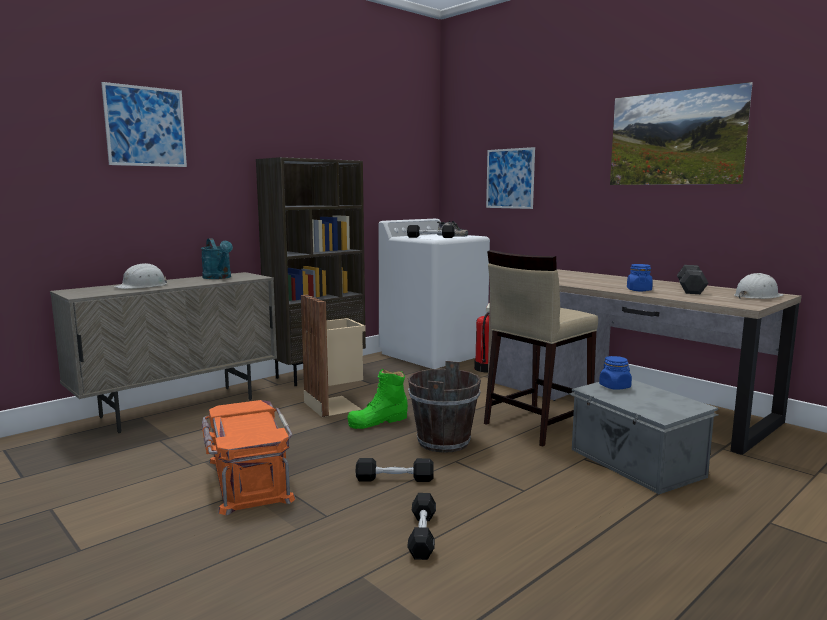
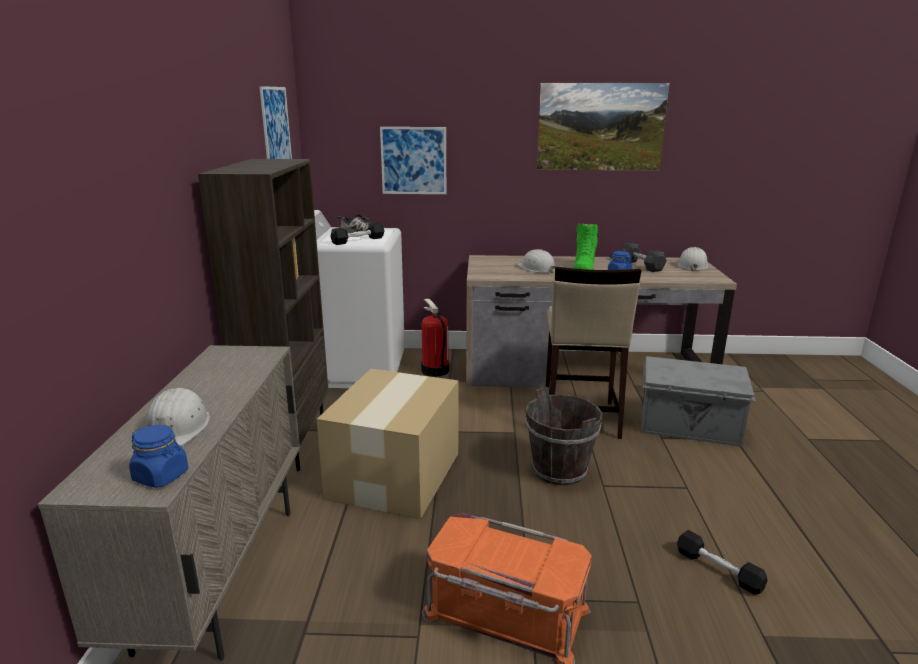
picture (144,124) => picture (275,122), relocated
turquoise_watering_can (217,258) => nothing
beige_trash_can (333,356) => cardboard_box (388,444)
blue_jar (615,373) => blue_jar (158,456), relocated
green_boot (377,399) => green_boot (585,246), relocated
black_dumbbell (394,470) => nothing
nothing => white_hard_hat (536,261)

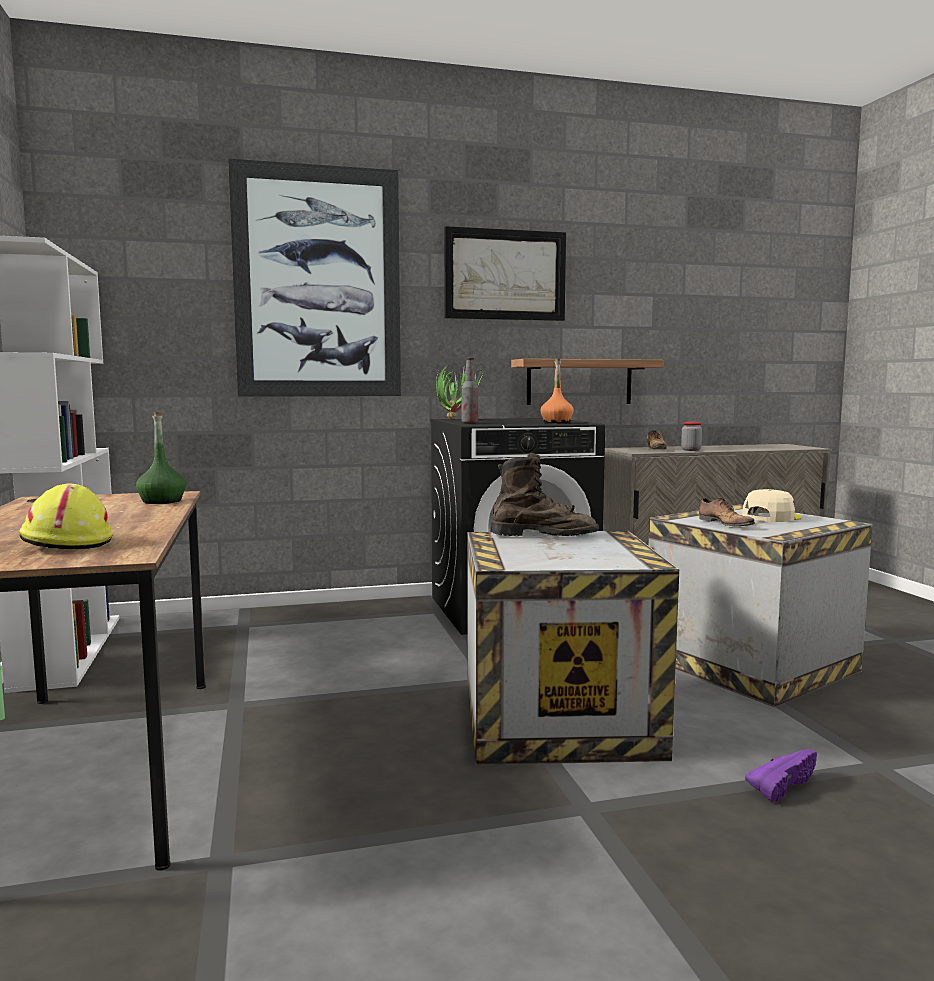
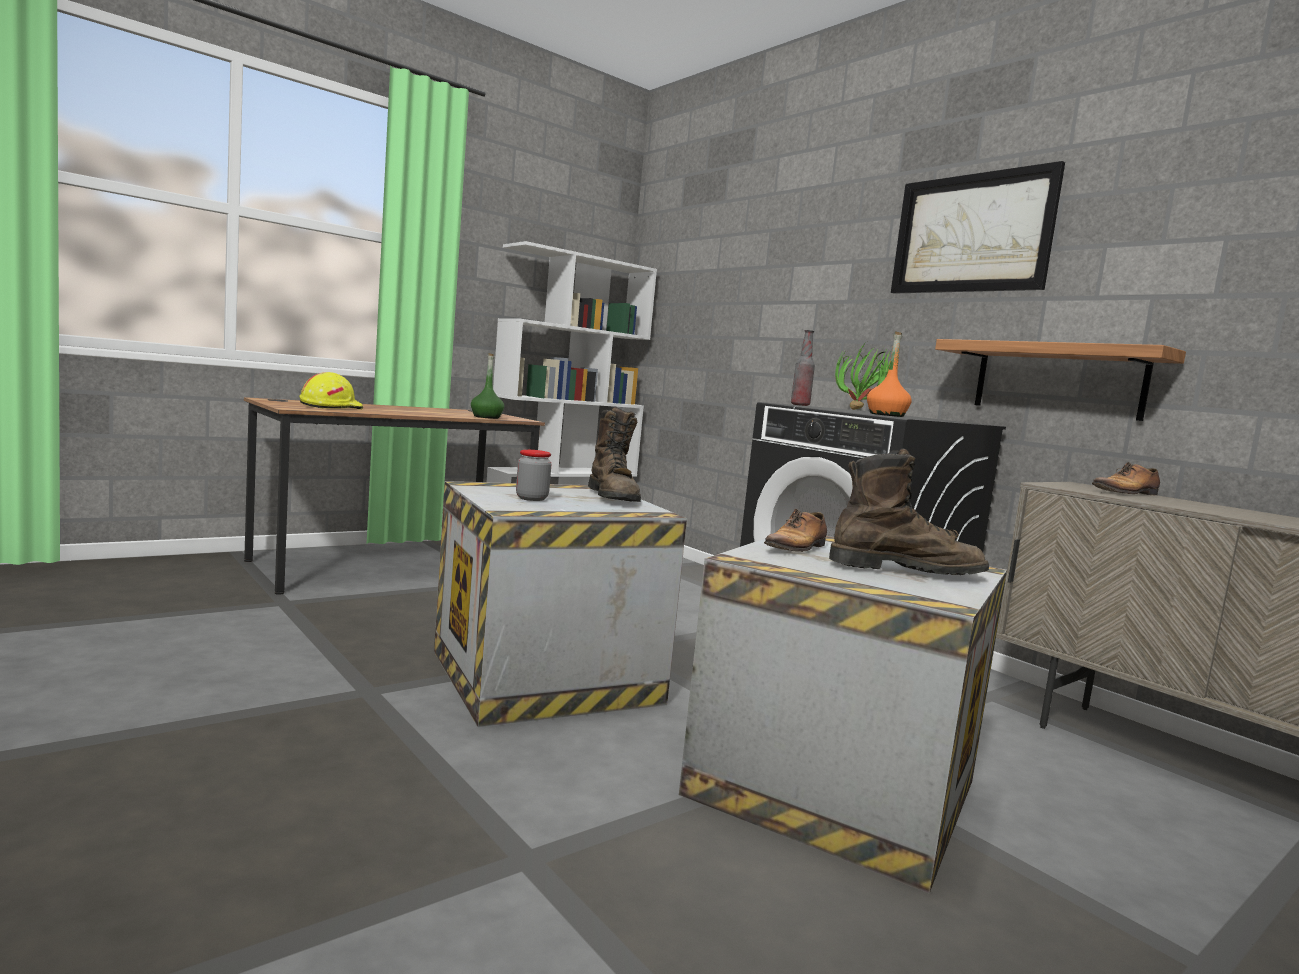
picture (314,278) => nothing
jar (691,436) => jar (534,475), relocated
beige_cap (772,505) => brown_boot (909,511)
purple_shoe (781,775) => nothing

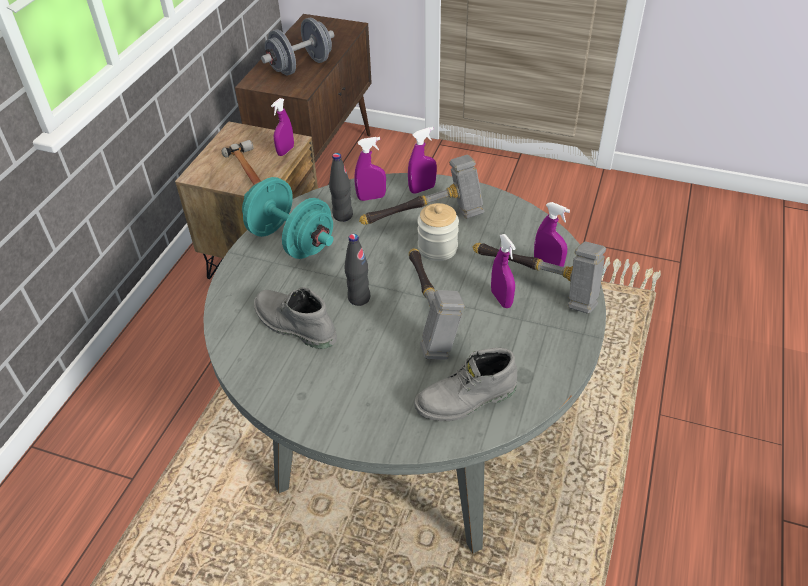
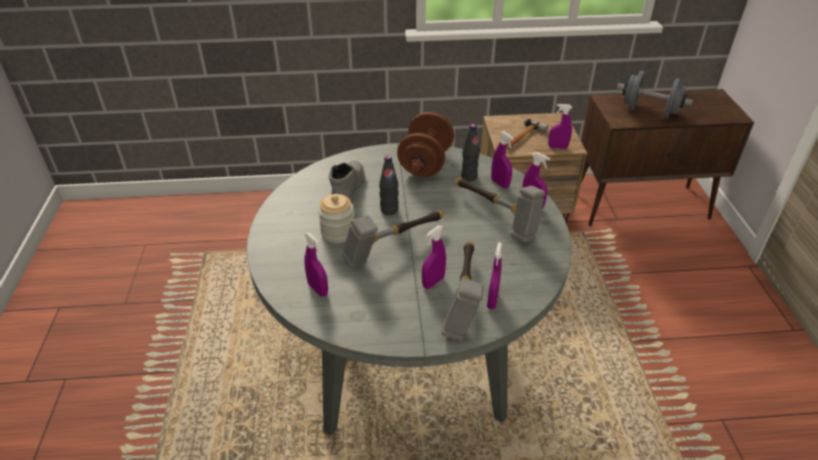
turquoise_dumbbell (287,218) => brown_dumbbell (425,144)
jar (438,232) => jar (336,218), relocated
grey_boot (465,384) => purple_spray_bottle (316,265)

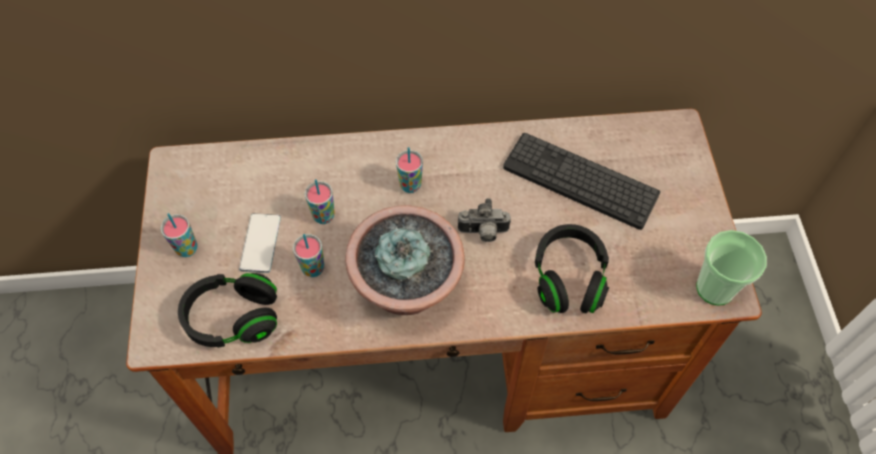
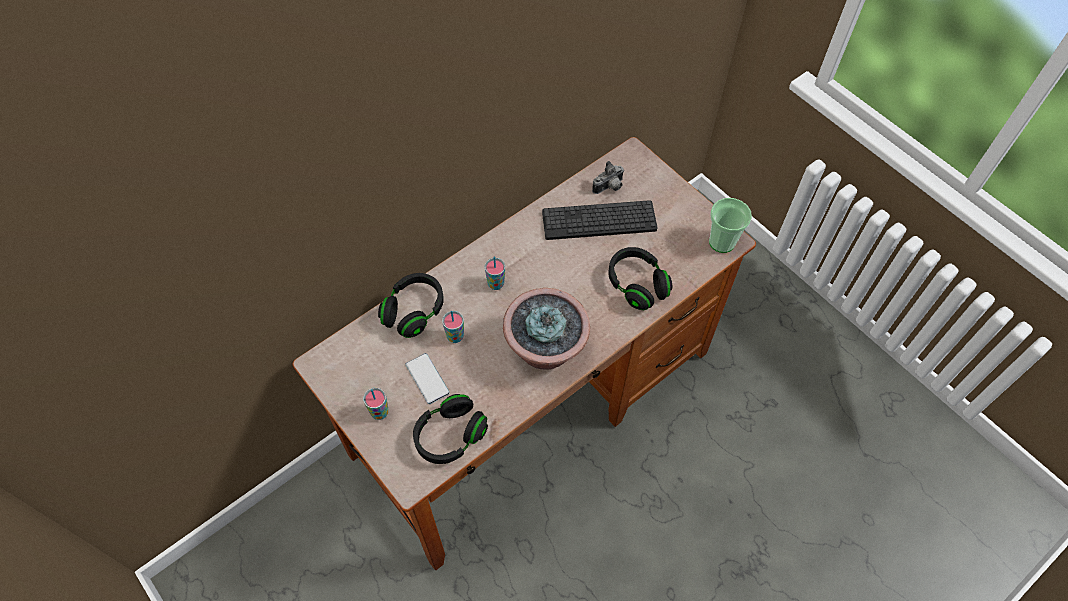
photo_camera (484,220) => photo_camera (608,177), relocated
cup (309,255) => nothing
nothing => black_headphones (411,305)

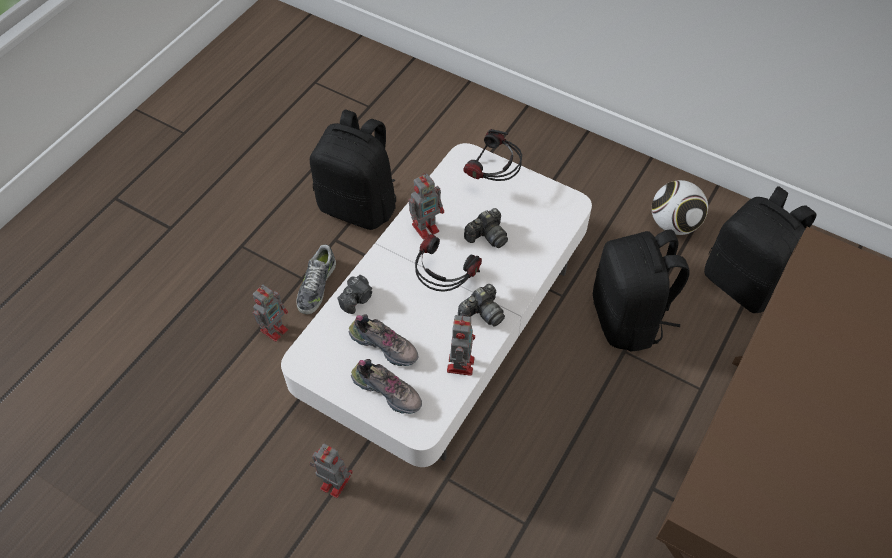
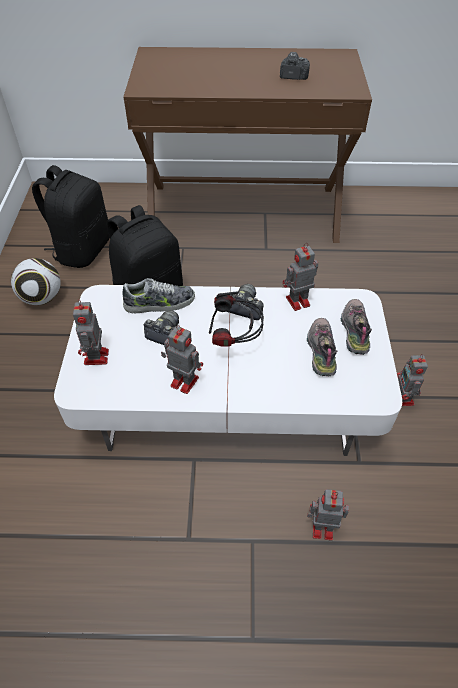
black_backpack (353,169) => nothing
headphones (493,155) => toy_robot (91,332)
shoe (316,279) => shoe (158,296), relocated
photo_camera (354,294) => photo_camera (295,66), relocated

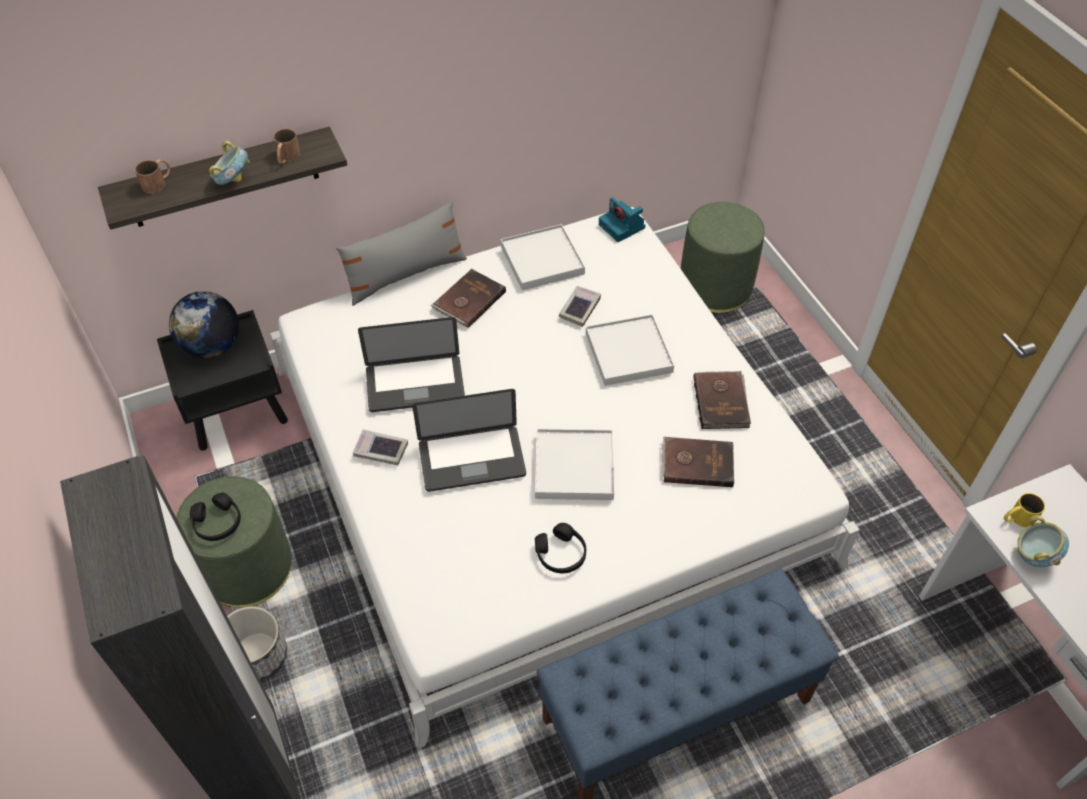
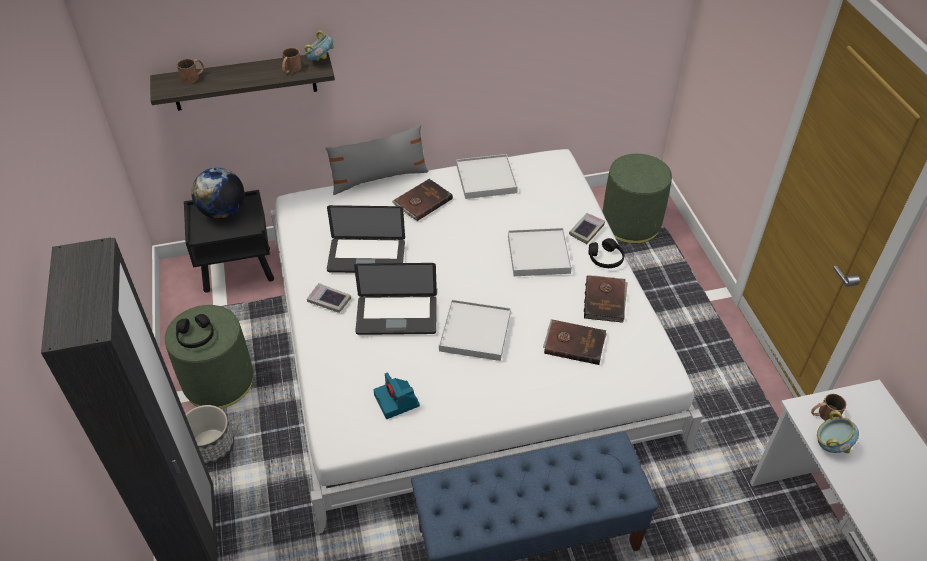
bowl (229,163) => bowl (319,45), relocated
photo_camera (622,219) => photo_camera (396,395), relocated
book (580,306) => book (587,228), relocated
yellow_mug (1024,510) => brown_mug (829,407)
black_headphones (560,548) => black_headphones (607,253), relocated

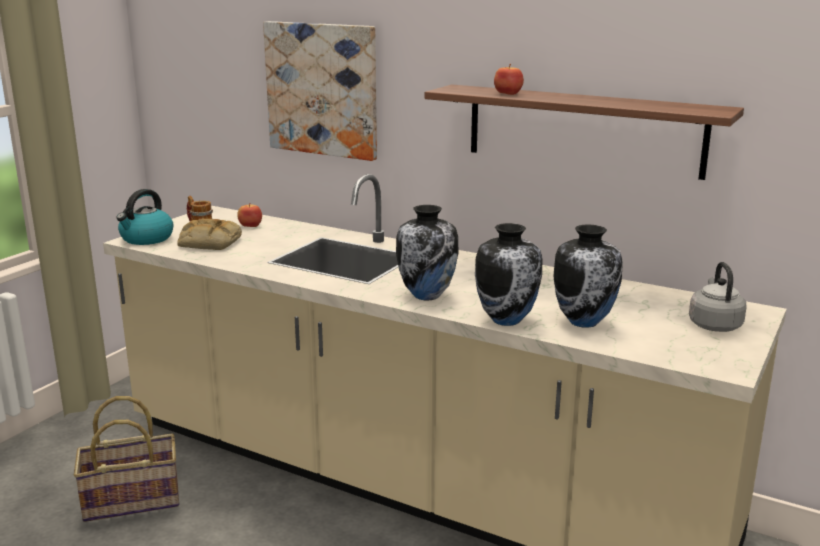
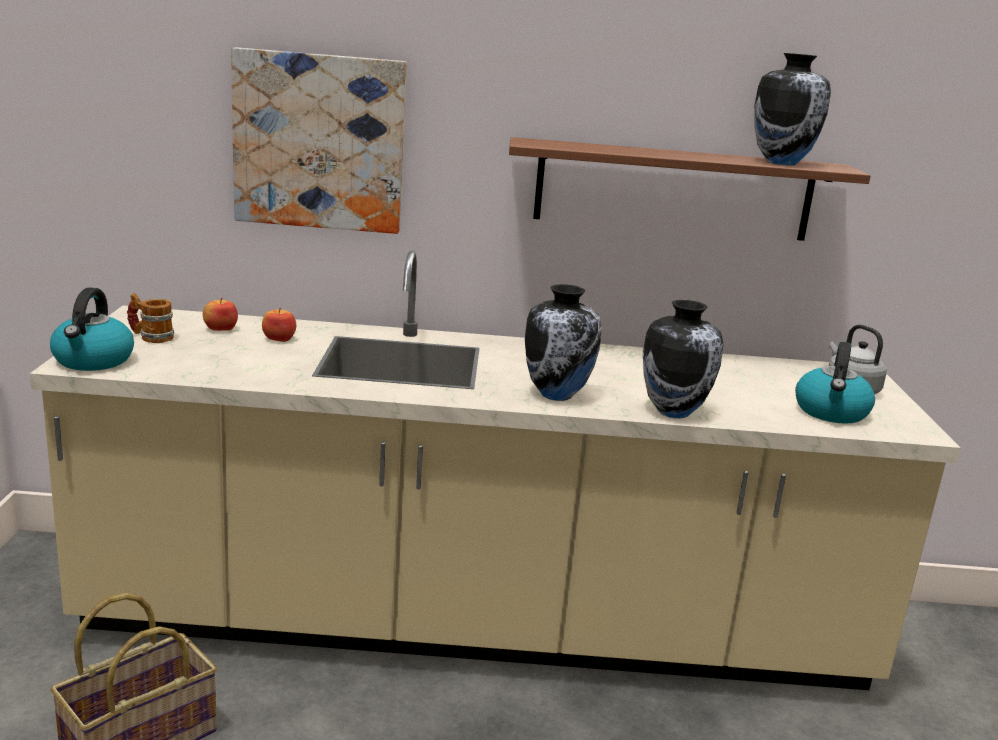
apple (509,79) => apple (279,325), relocated
bread (209,234) => nothing
vase (588,276) => vase (792,109), relocated
nothing => kettle (835,383)

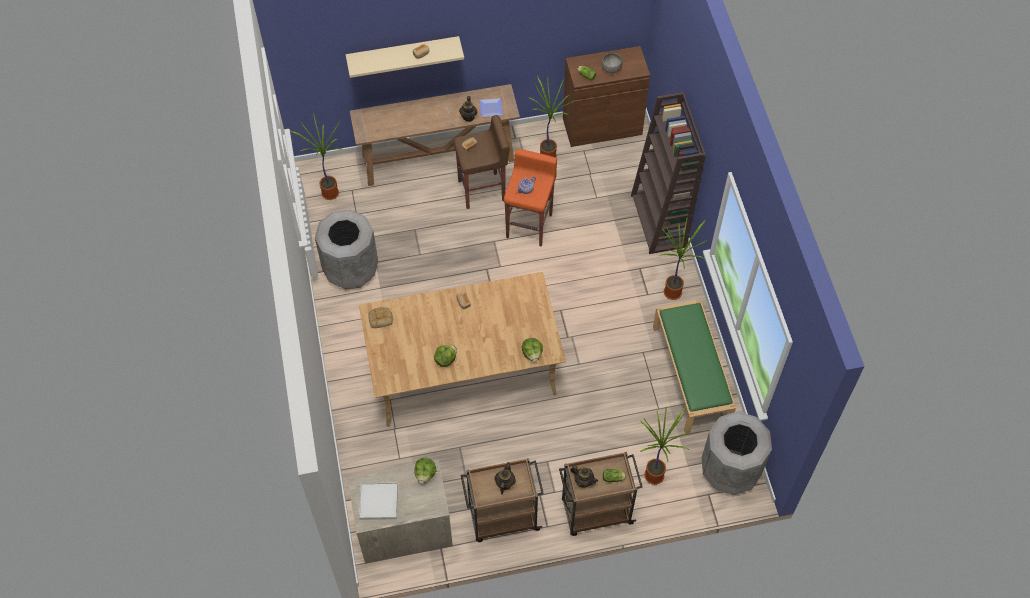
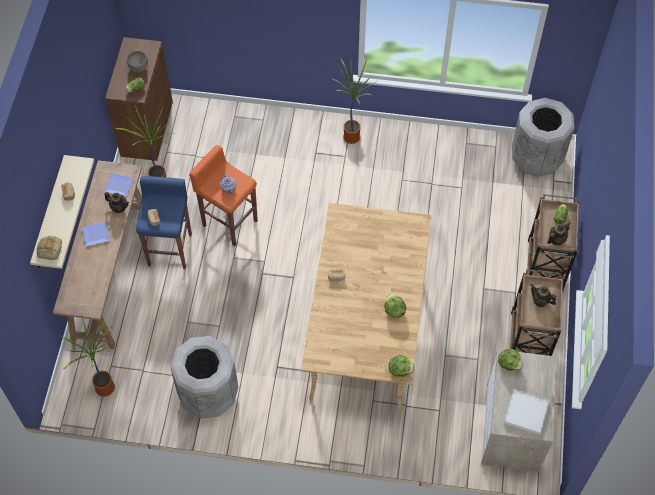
brown_bookcase (668,173) => nothing
brown_stool (481,162) => blue_stool (164,222)
green_bench (694,367) => nothing
bread (380,317) => bread (49,248), relocated
lettuce (532,350) => lettuce (402,366), relocated
potted_plant (665,445) => nothing
nothing => plate (95,234)

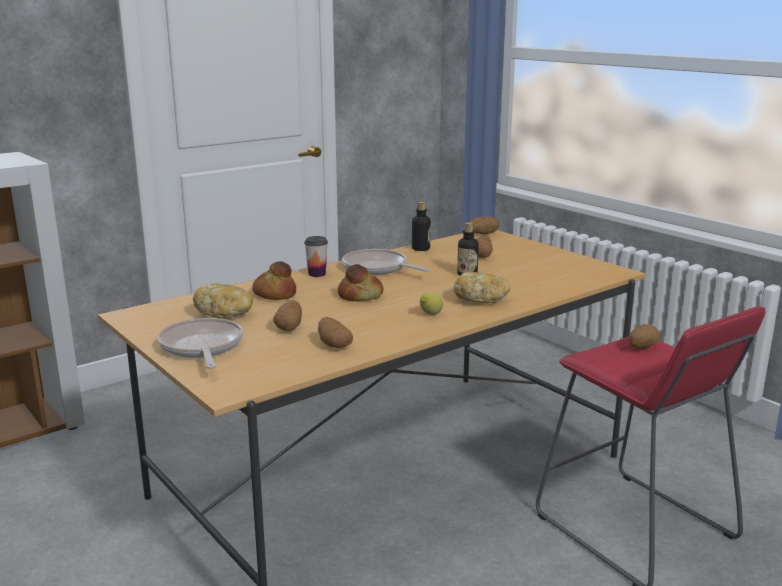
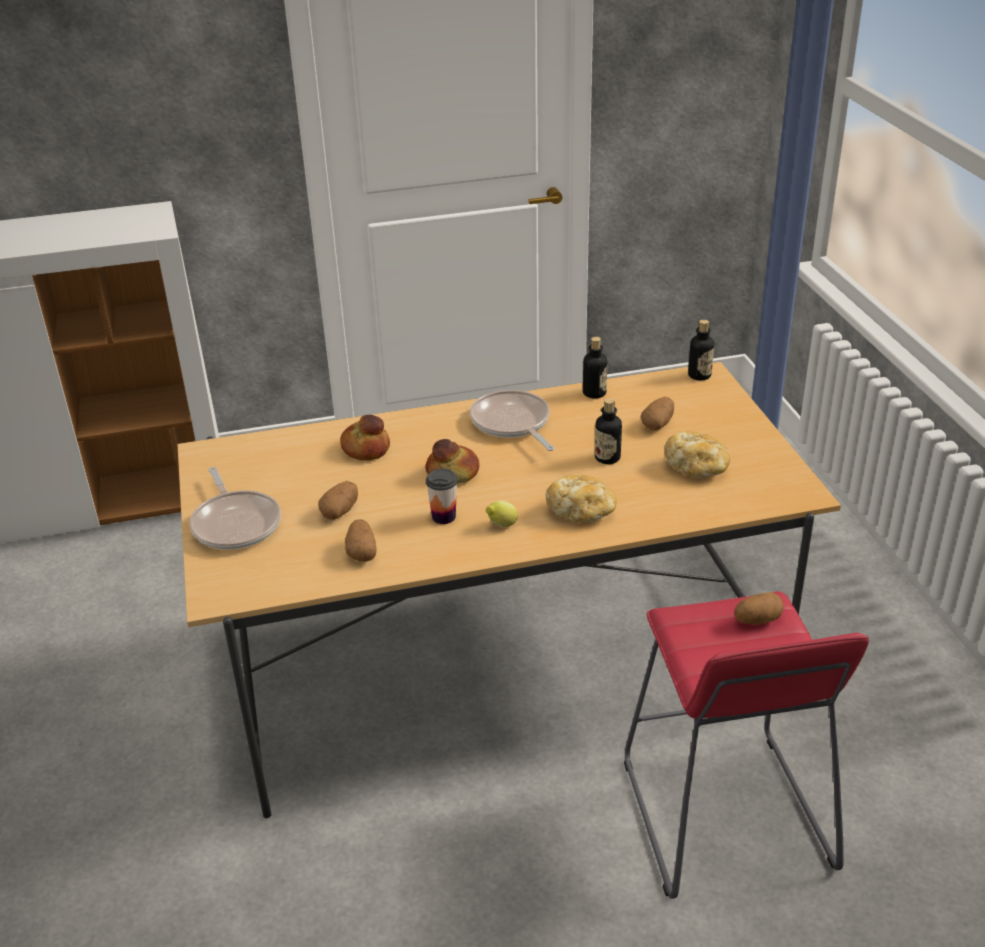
potato (484,225) => bottle (701,349)
cup (316,256) => cup (442,496), relocated
bread (223,301) => bread (697,454), relocated
frying_pan (200,343) => frying_pan (235,508), 150 degrees clockwise

